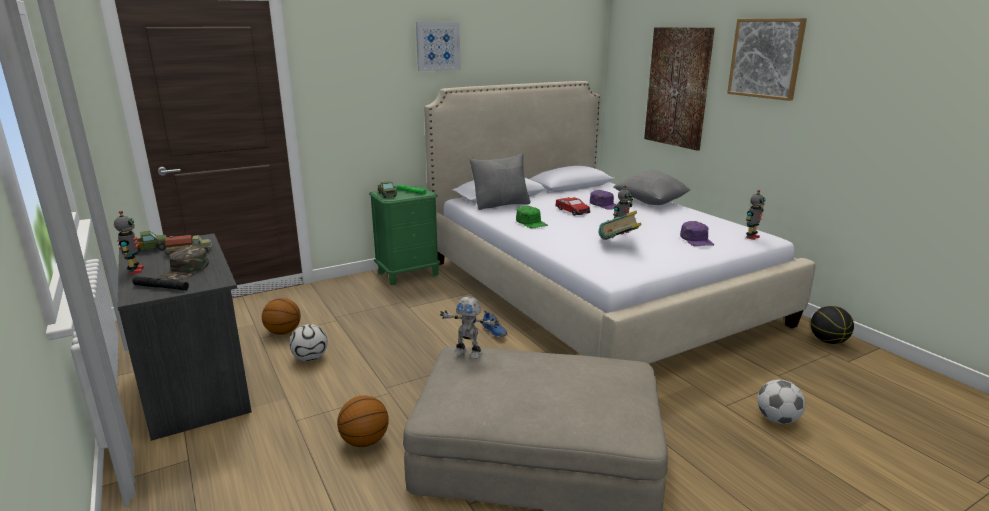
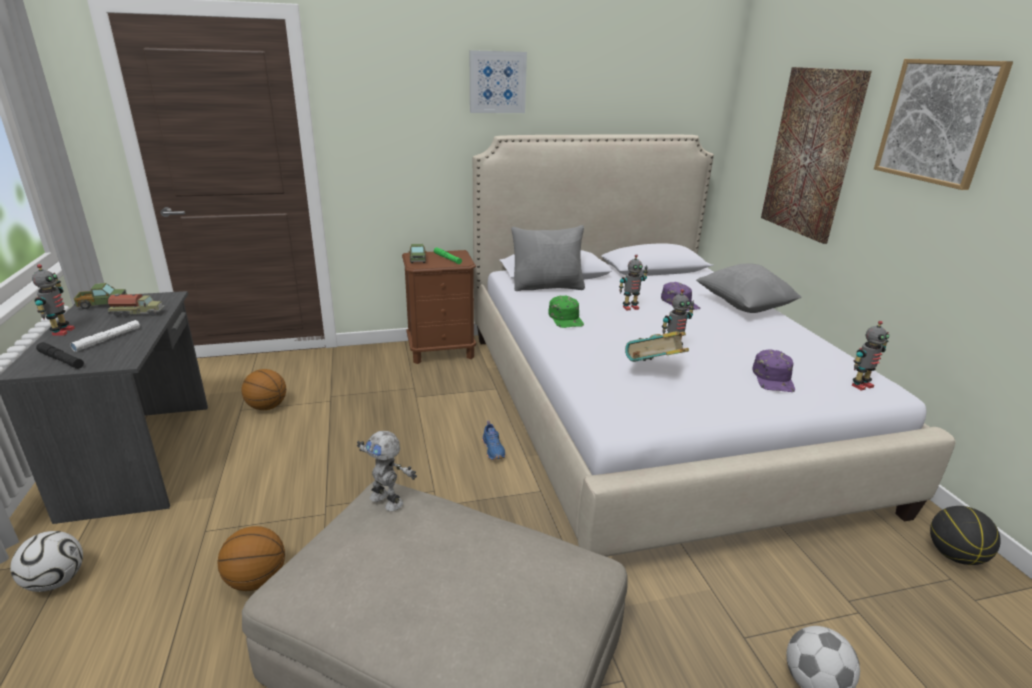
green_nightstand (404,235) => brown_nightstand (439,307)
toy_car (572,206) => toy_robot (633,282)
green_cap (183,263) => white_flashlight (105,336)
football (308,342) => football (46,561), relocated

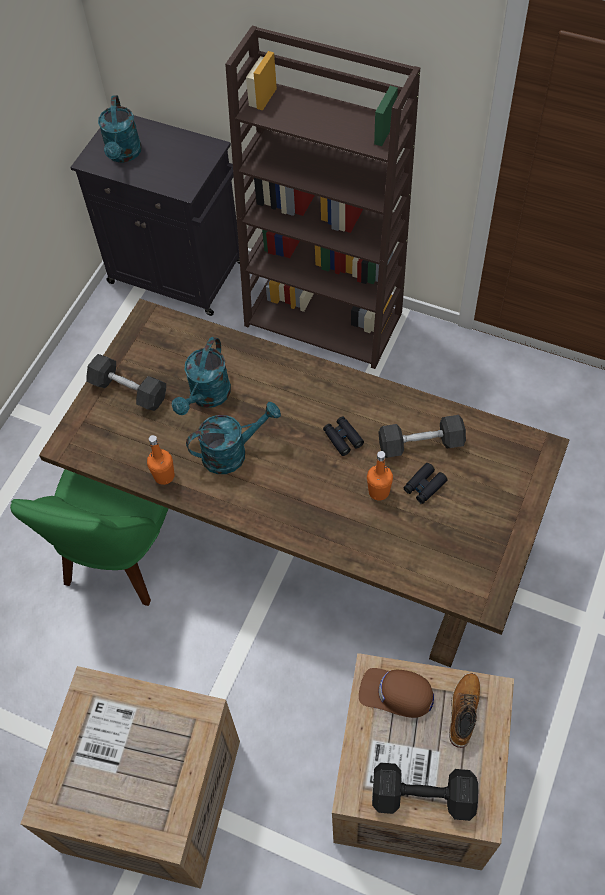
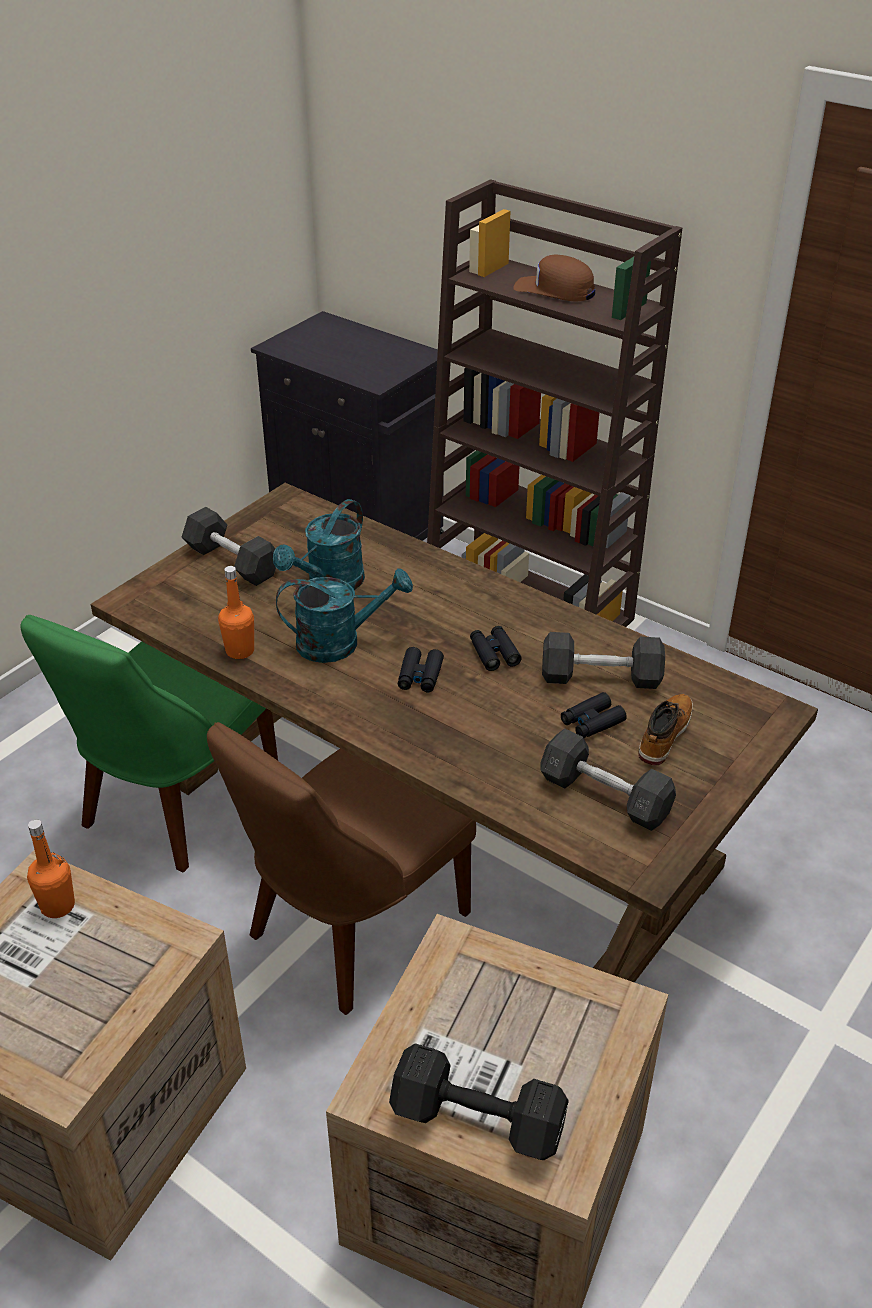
turquoise_watering_can (119,129) => nothing
orange_bottle (380,475) => orange_bottle (51,868), relocated
brown_cap (396,693) => brown_cap (554,277), relocated
boot (464,710) => boot (665,729), relocated
nothing => black_binoculars (421,669)
nothing => brown_chair (341,868)
nothing => grey_dumbbell (608,780)

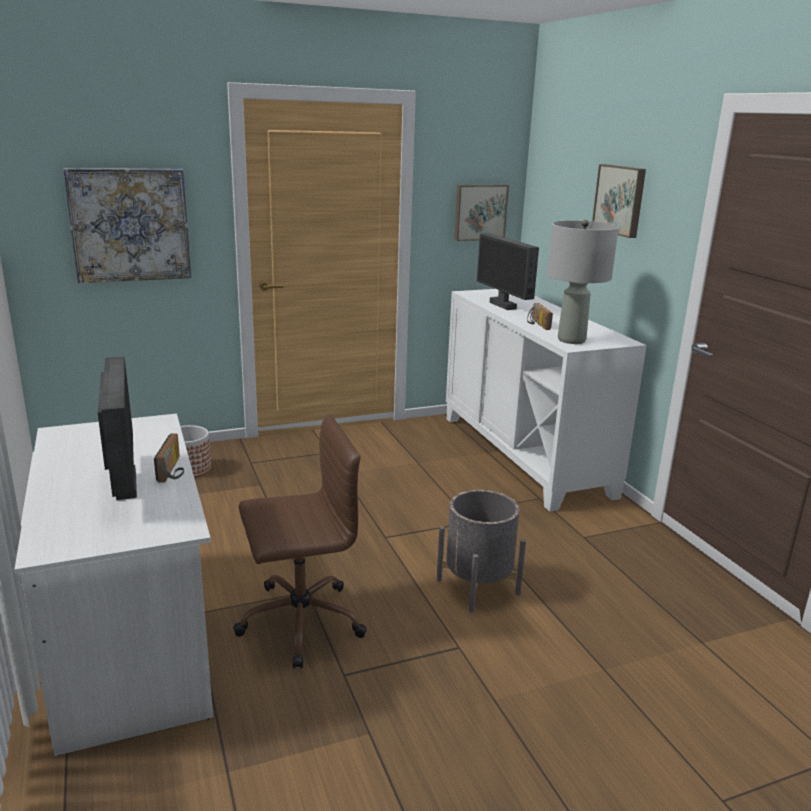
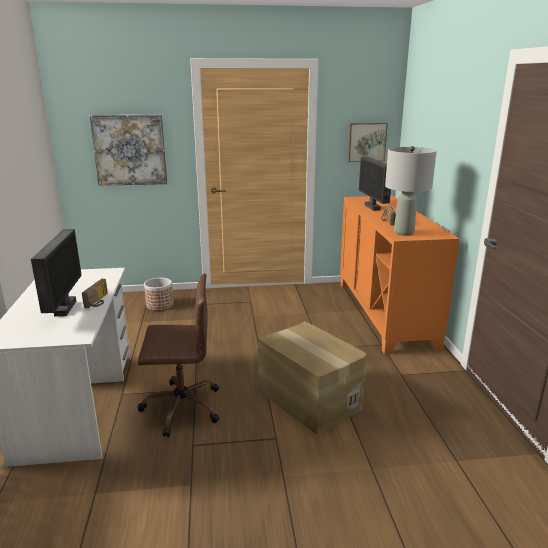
picture (619,201) => nothing
white_cabinet (546,400) => orange_cabinet (400,275)
grey_planter (481,551) => cardboard_box (312,378)

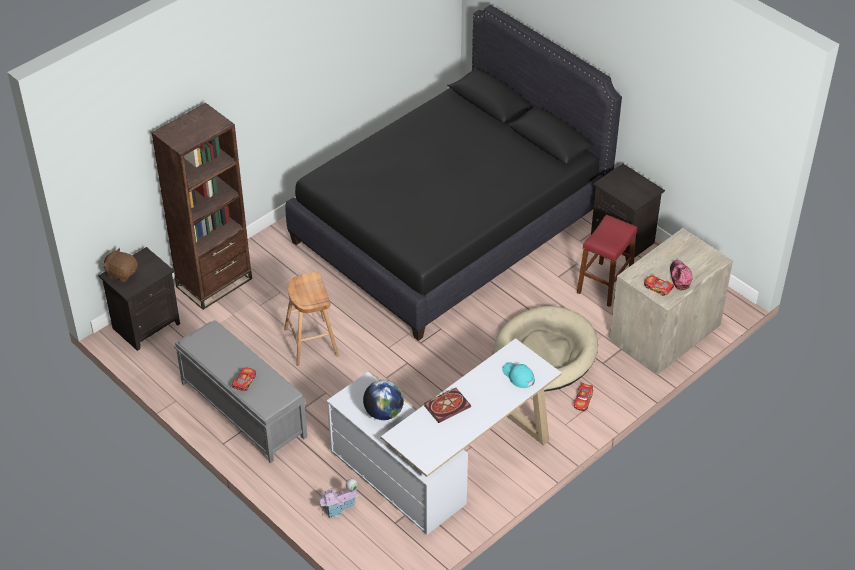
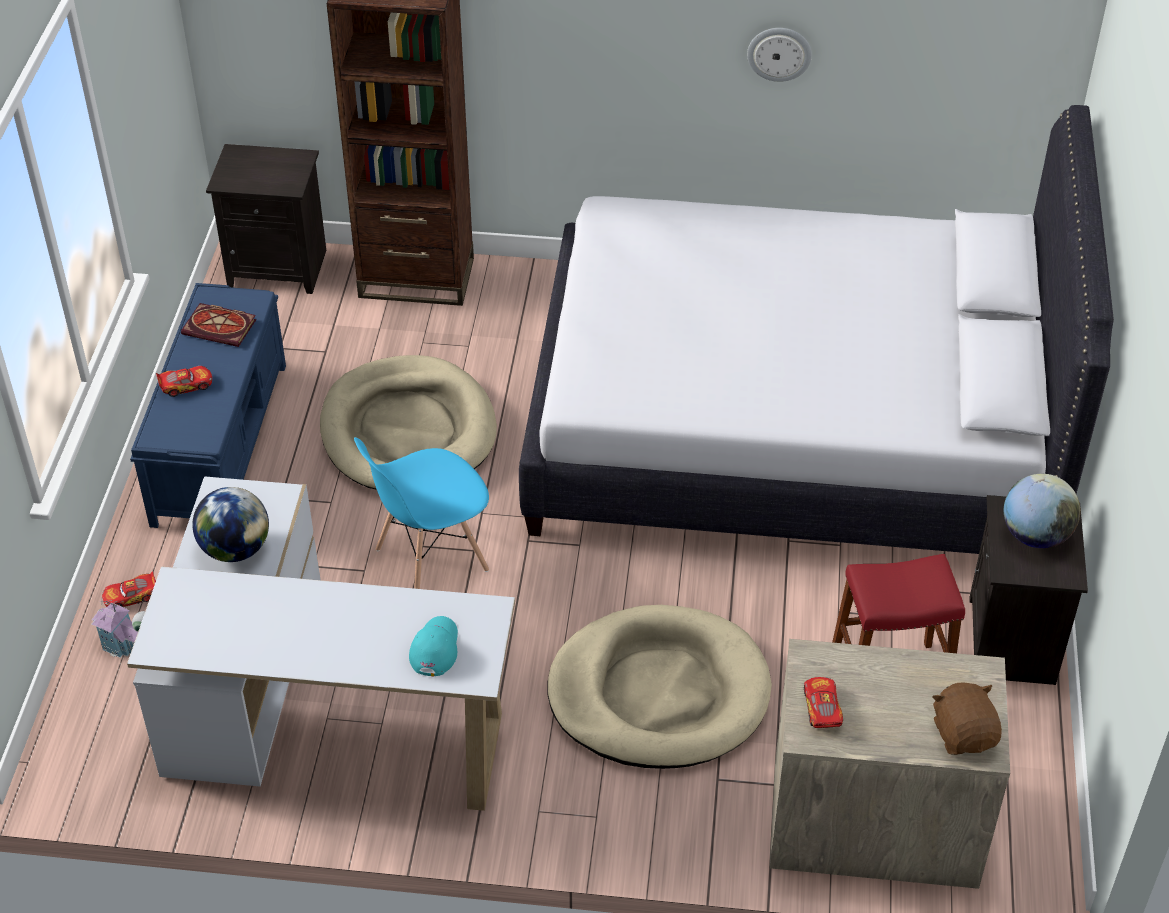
black_bed (453,173) => white_bed (816,329)
brown_plush_toy (120,265) => brown_plush_toy (967,718), relocated
cap (681,275) => nothing
brown_stool (311,319) => beige_dog_bed (408,422)
grey_bench (240,391) => blue_bench (208,405)
toy_car (583,397) => toy_car (129,589), relocated
book (447,405) => book (218,325), relocated
nothing => wall_clock (779,55)
nothing => blue_chair (421,513)
nothing => globe (1042,511)

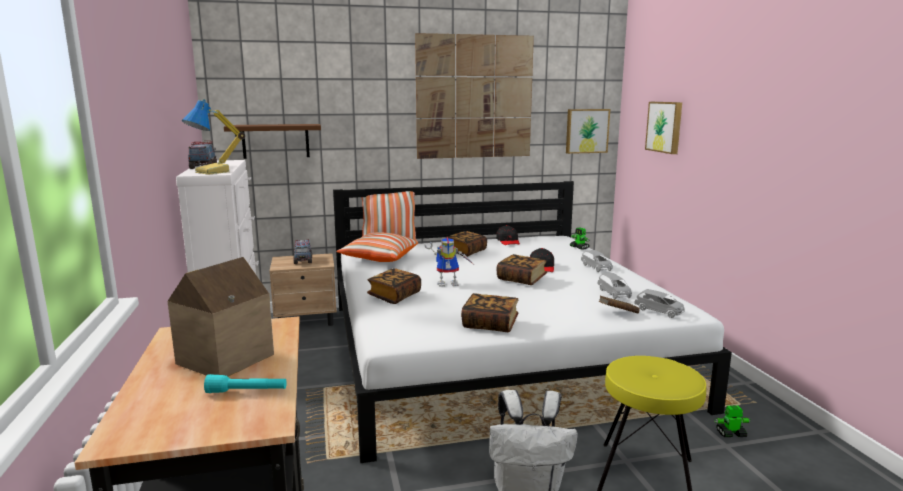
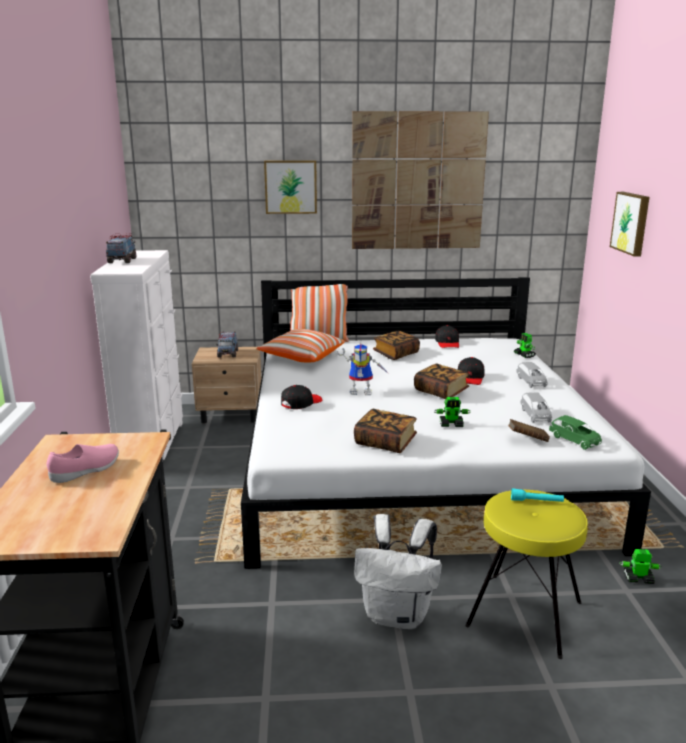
table_lamp (213,137) => nothing
picture (588,131) => picture (290,187), relocated
brown_shelf (272,141) => nothing
toy_house (220,316) => pink_shoe (83,463)
book (394,286) => black_cap (301,397)
grey_toy_car (660,303) => green_toy_car (575,432)
turquoise_flashlight (245,383) => turquoise_flashlight (537,495), relocated
nothing => toy_robot (453,412)

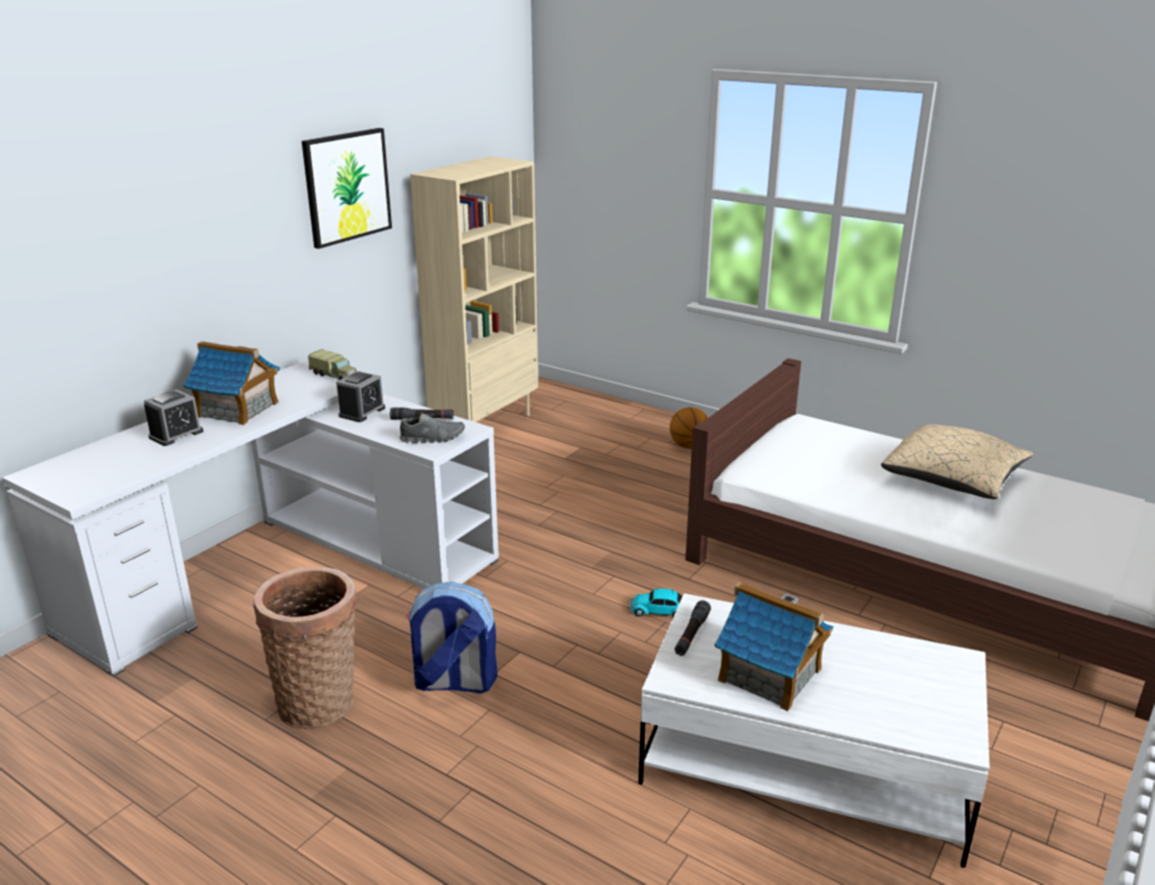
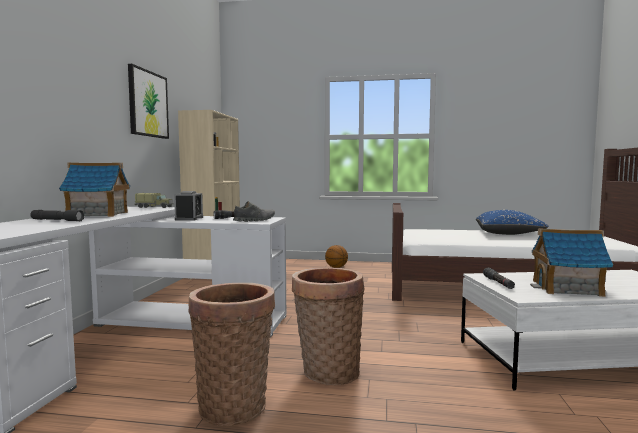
alarm_clock (173,418) => grey_flashlight (57,215)
beige_pillow (957,461) => blue_pillow (512,222)
backpack (452,638) => basket (328,327)
toy_car (655,603) => nothing

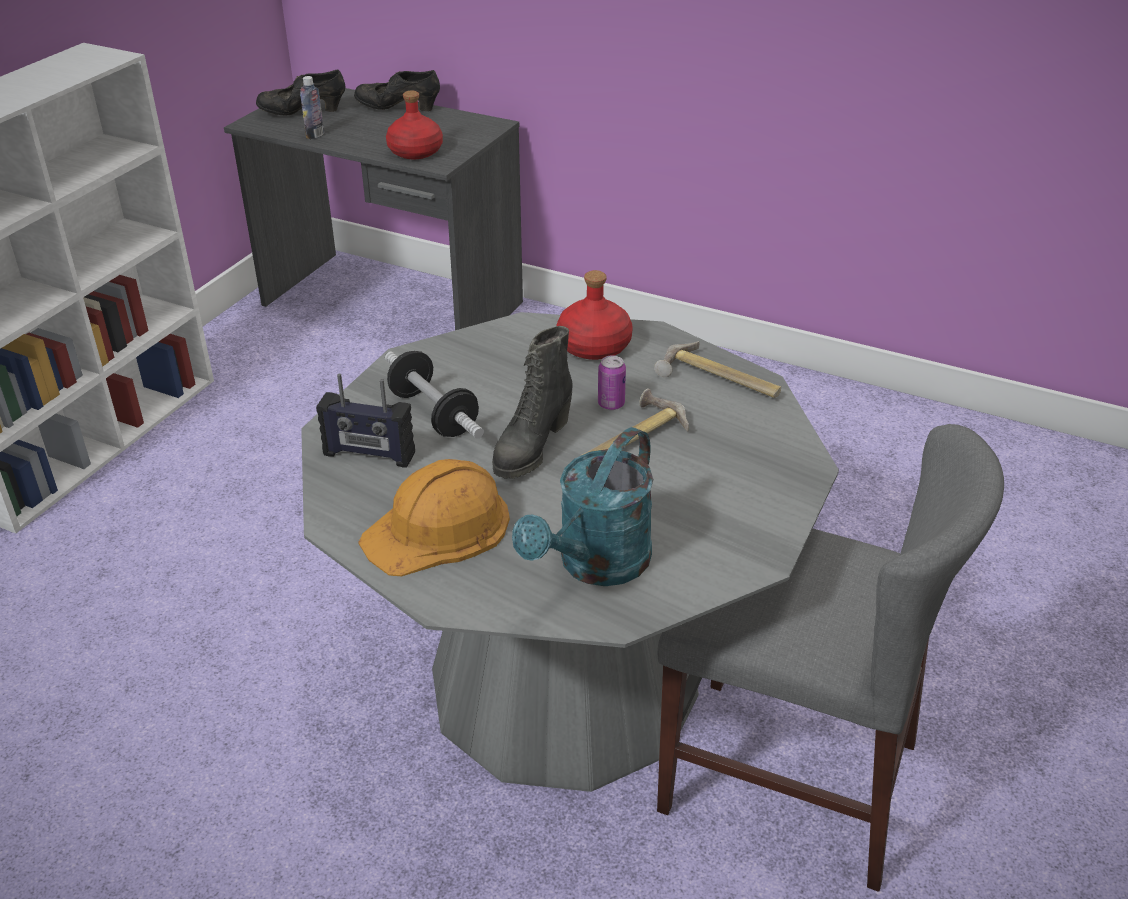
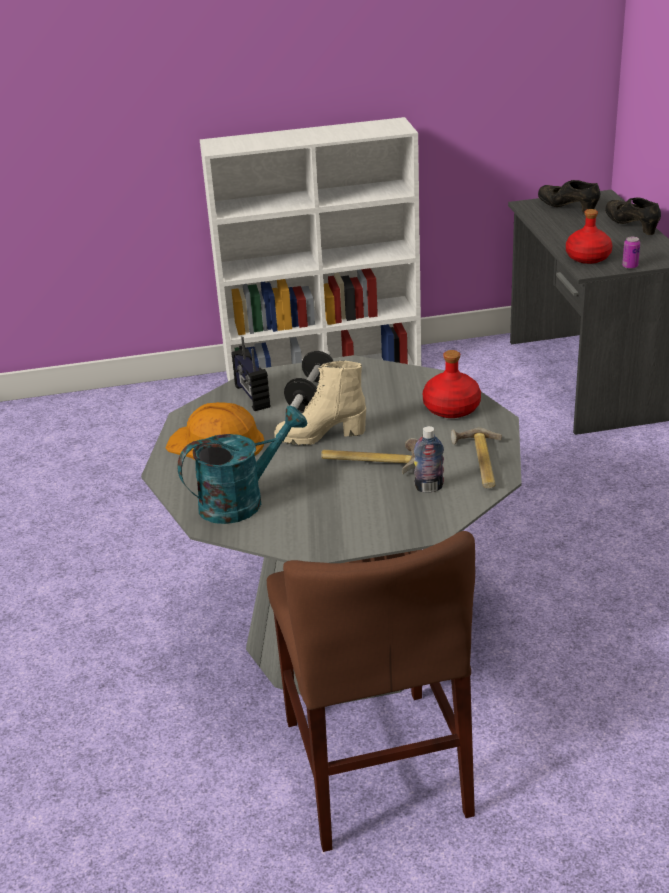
bottle (312,107) => bottle (429,459), relocated
black_boot (532,402) => beige_boot (320,403)
can (612,382) => can (631,253), relocated
grey_chair (830,658) => brown_chair (371,691)
turquoise_watering_can (582,506) => turquoise_watering_can (242,465), 150 degrees clockwise

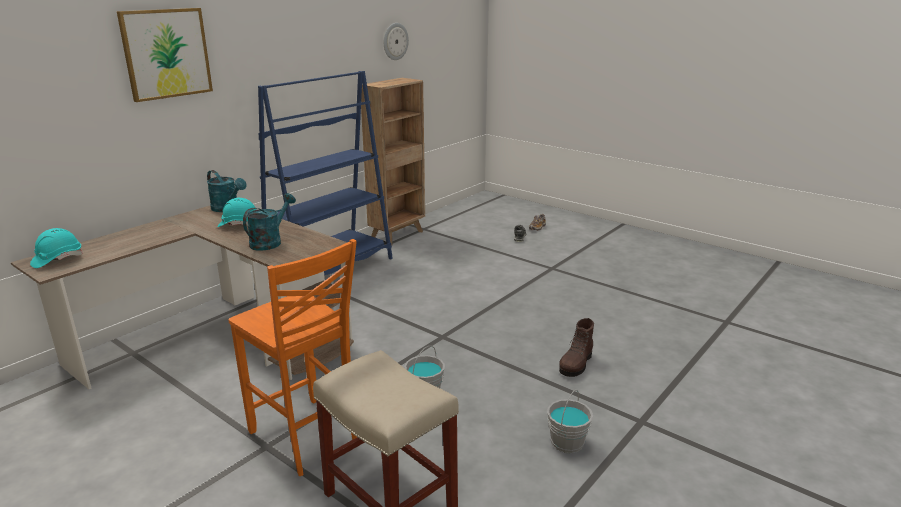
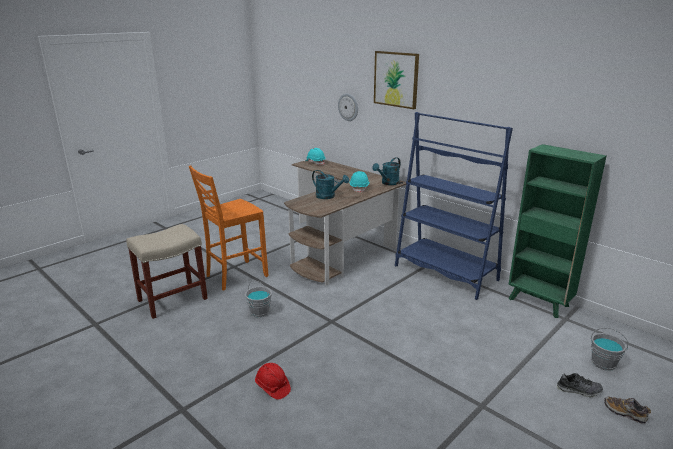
wall_clock (396,41) => wall_clock (348,107), relocated
brown_bookcase (393,161) => green_bookcase (557,231)
brown_boot (576,347) => red_hard_hat (273,381)
grey_bucket (570,421) => grey_bucket (609,349), relocated

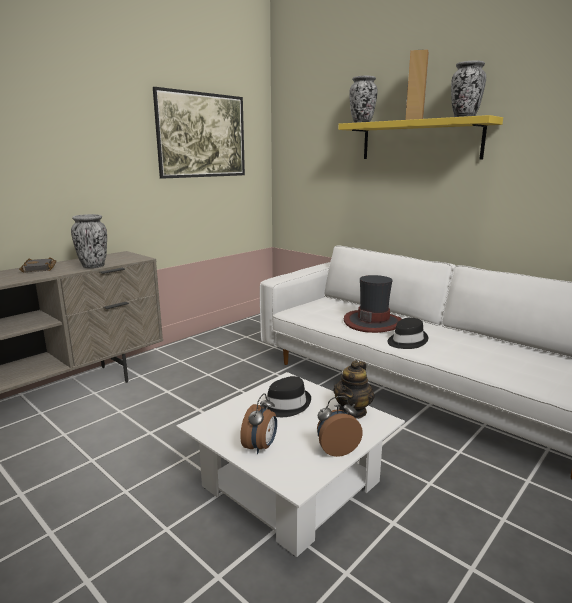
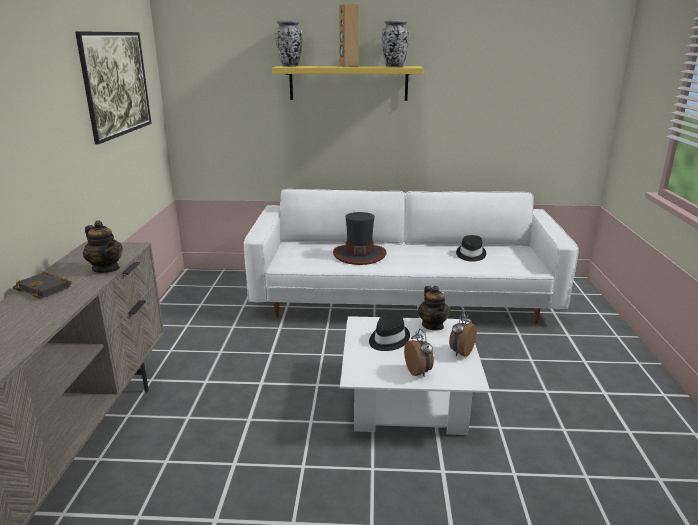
vase (89,241) => teapot (103,246)
black_hat (407,333) => black_hat (471,248), relocated

